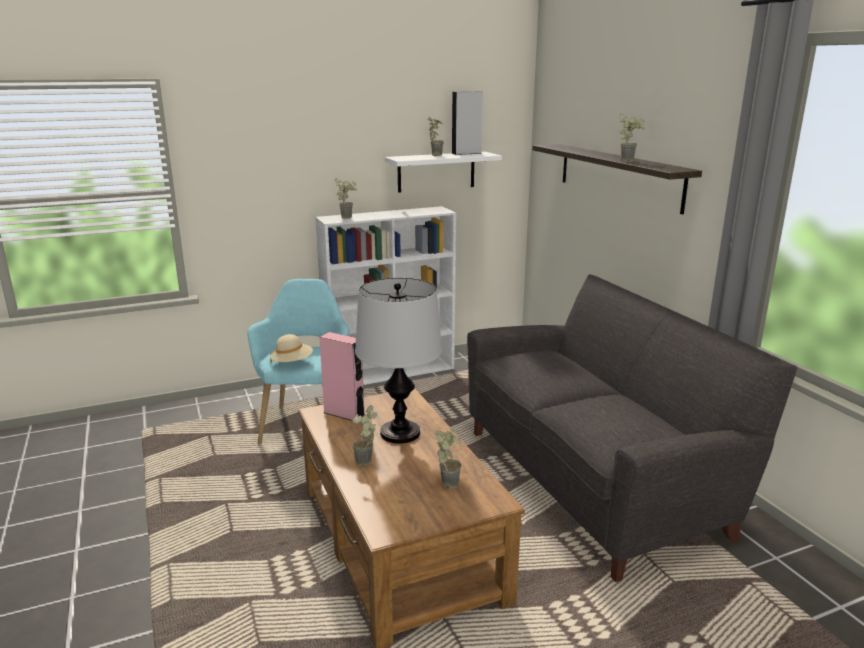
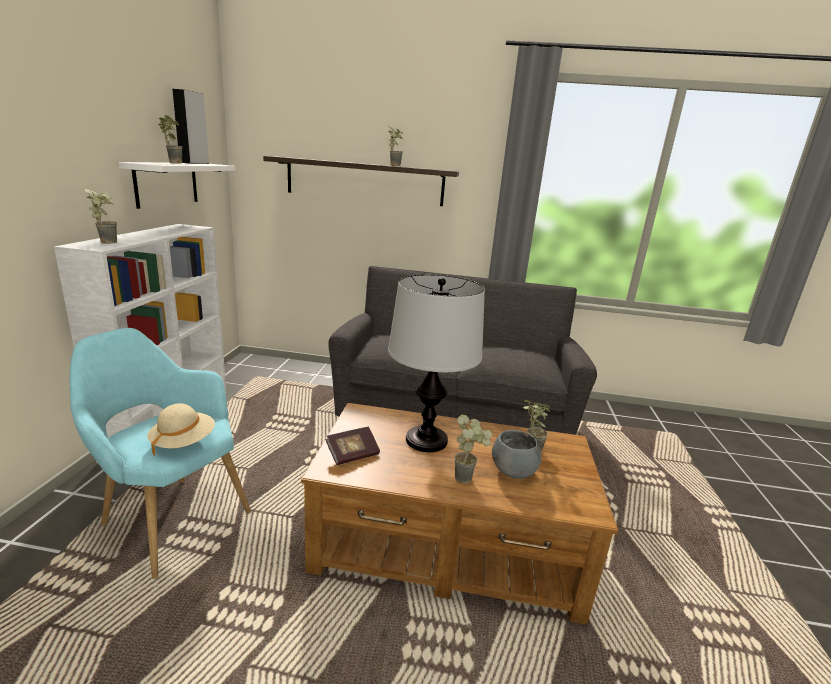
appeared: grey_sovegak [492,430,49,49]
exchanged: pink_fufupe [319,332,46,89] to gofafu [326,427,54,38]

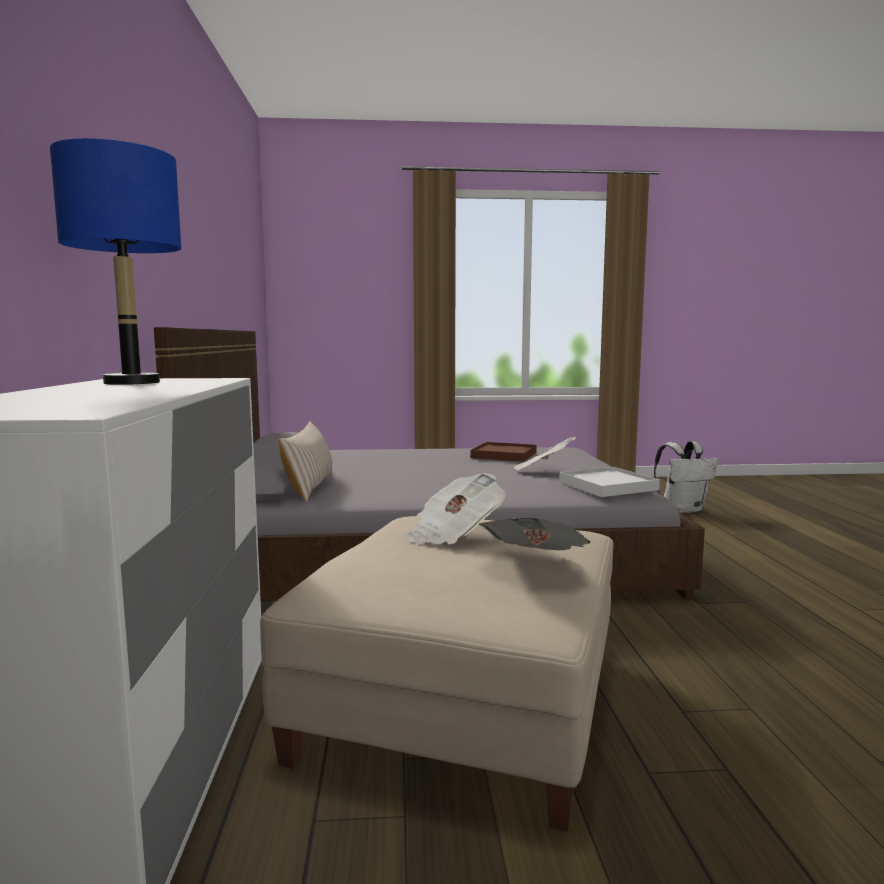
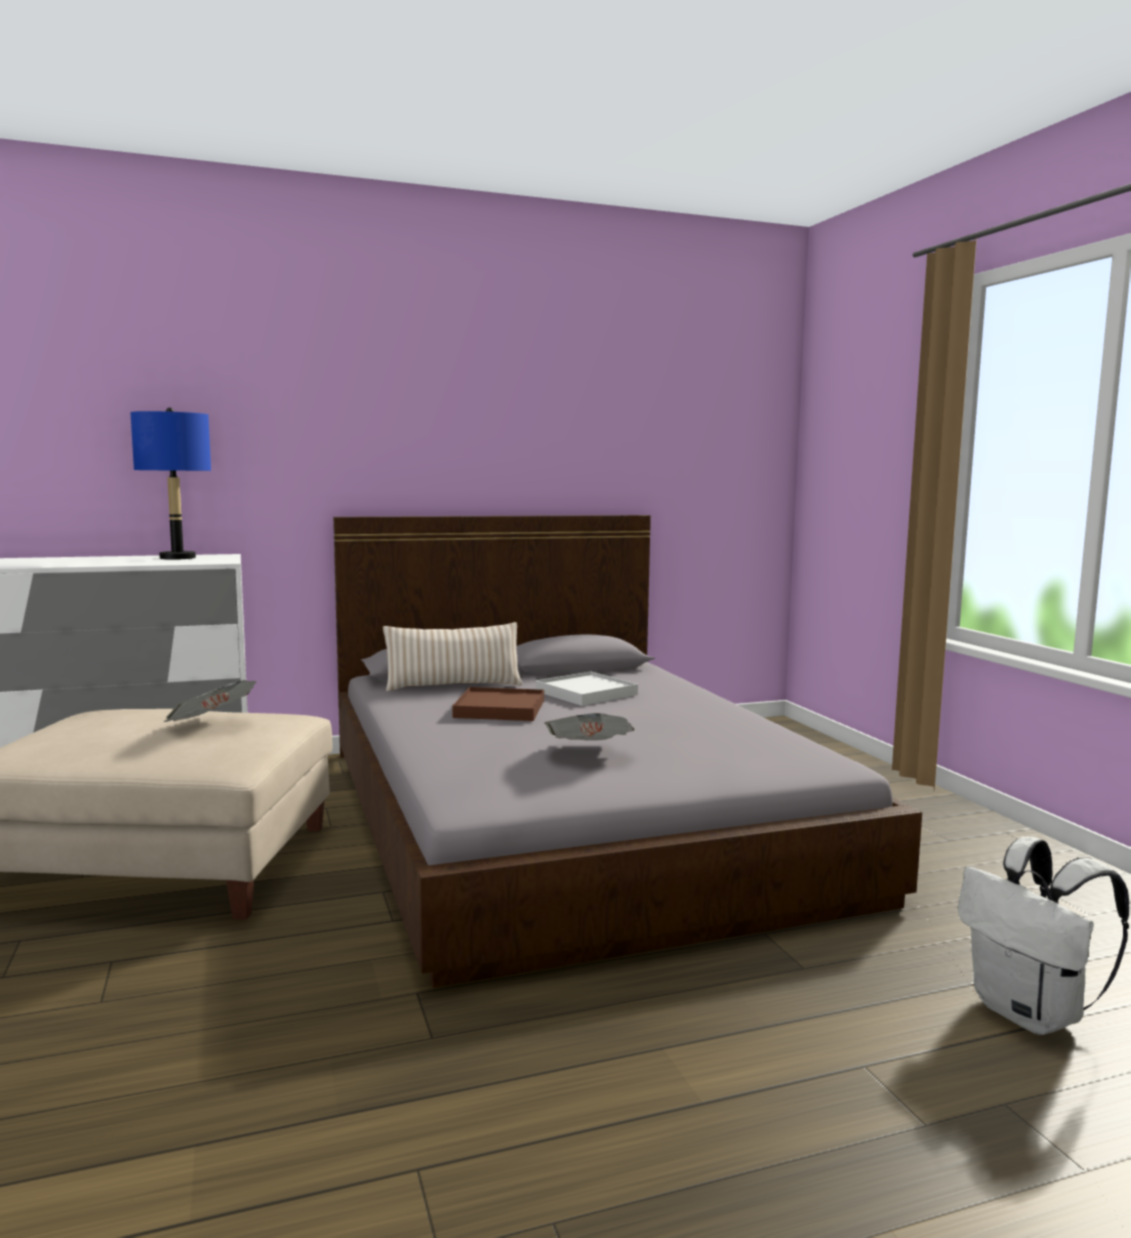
missing: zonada [479,518,111,32]
relocated: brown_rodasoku [470,442,67,20] to [453,687,91,34]; white_rodasoku [559,467,101,30] to [536,671,102,35]

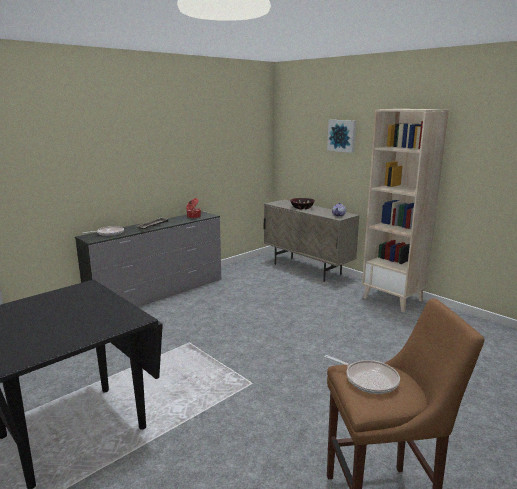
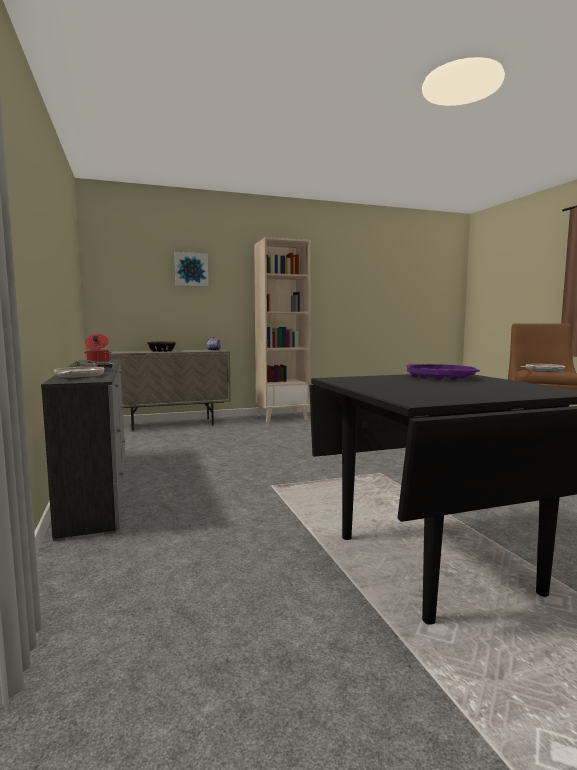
appeared: purple_rodasoku [407,364,72,16]

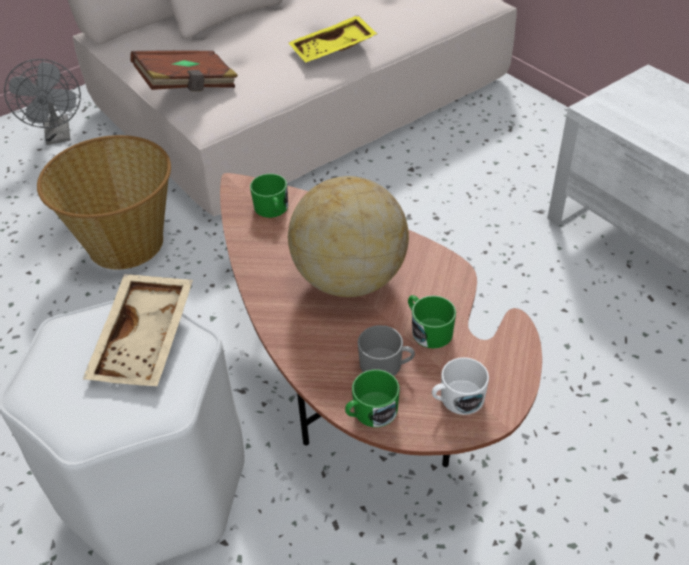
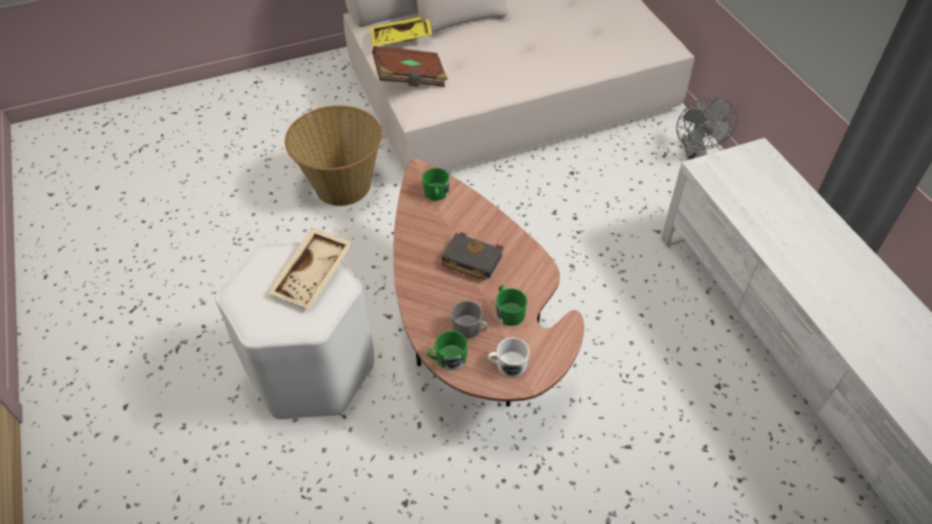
relocated: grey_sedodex [4,59,77,86] to [676,97,62,63]; yellow_rodasoku [288,15,89,47] to [371,17,61,29]
exchanged: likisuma [288,176,121,121] to black_gofafu [441,232,62,48]

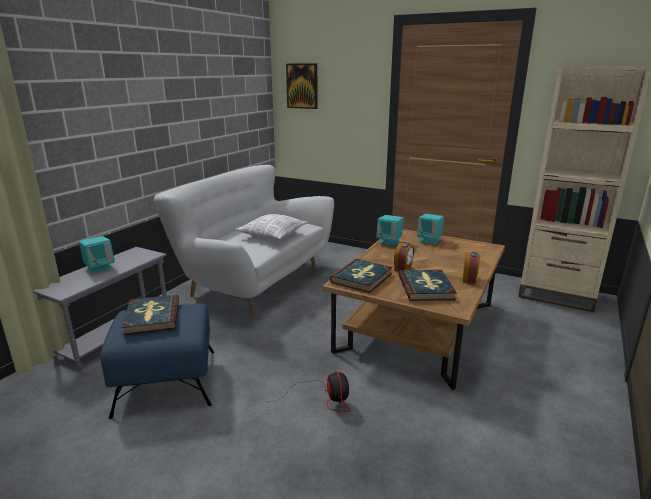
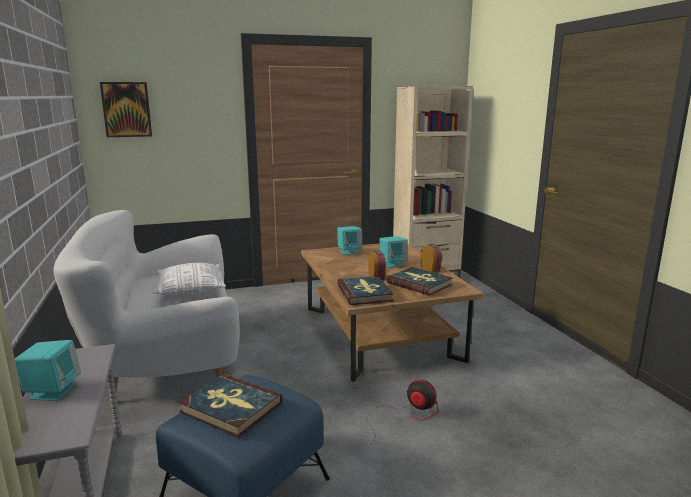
relocated: turquoise_fufupe [377,215,27,31] to [380,236,28,32]

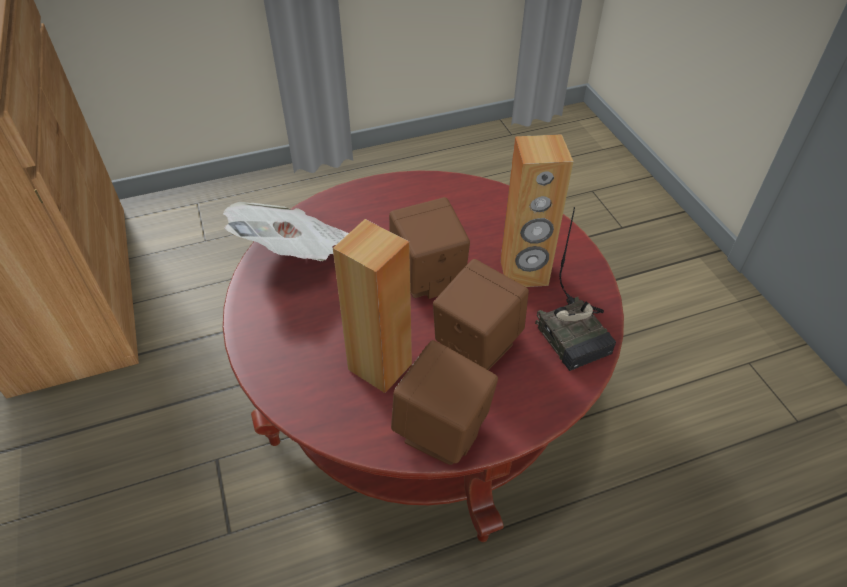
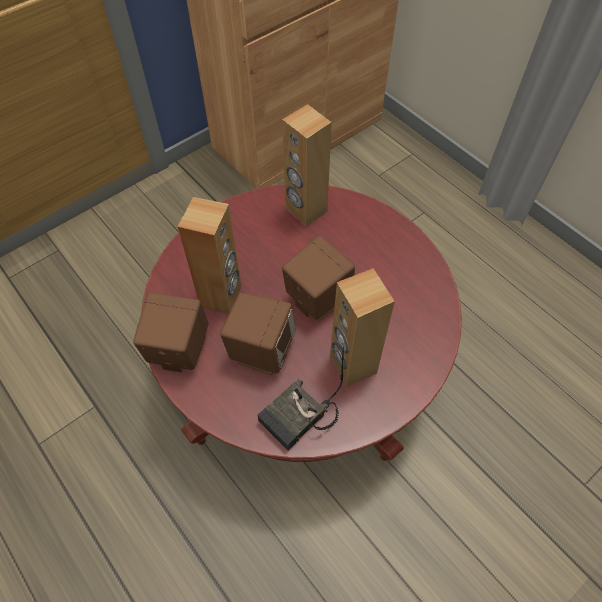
exchanged: zonada [223,202,126,59] to brown_fufupe [282,104,50,122]

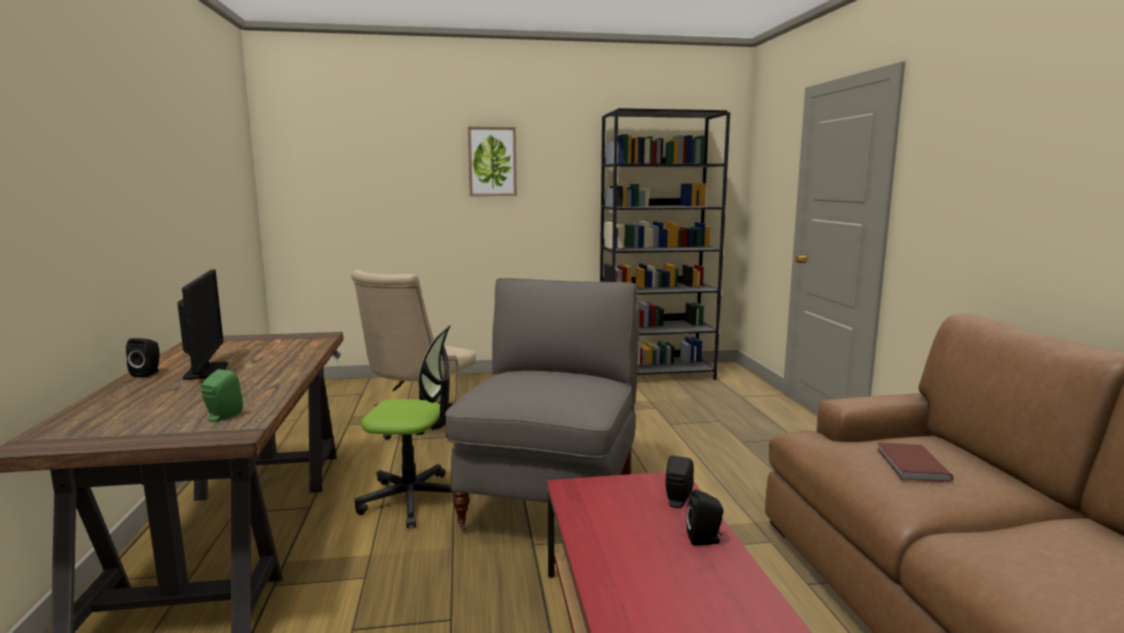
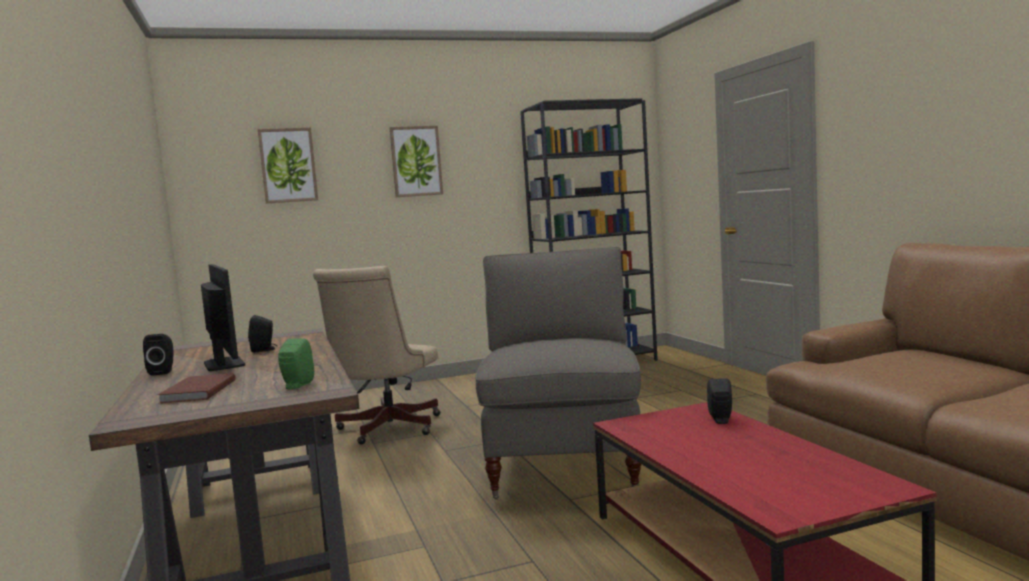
missing: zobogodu [355,325,114,203]
appeared: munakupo [258,128,60,76]
relocated: black_fufupe [686,489,37,56] to [248,315,29,38]; brown_gofafu [877,442,76,40] to [158,373,77,30]

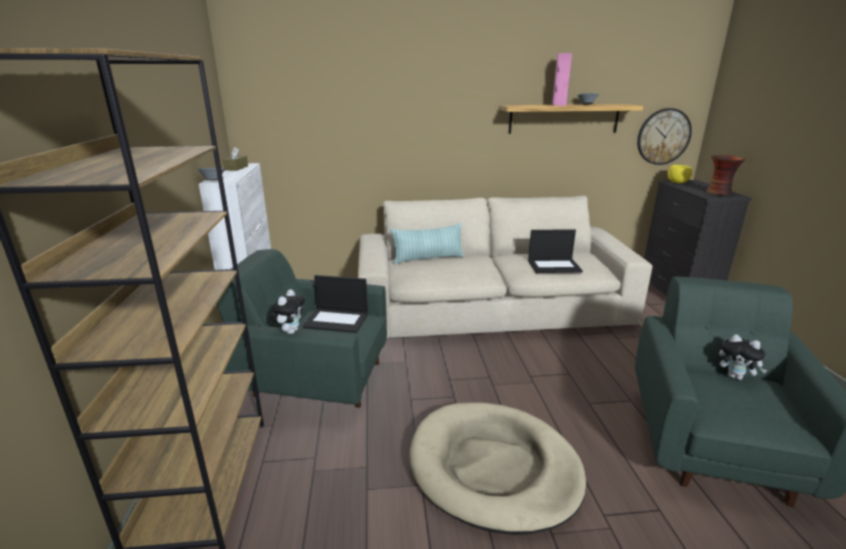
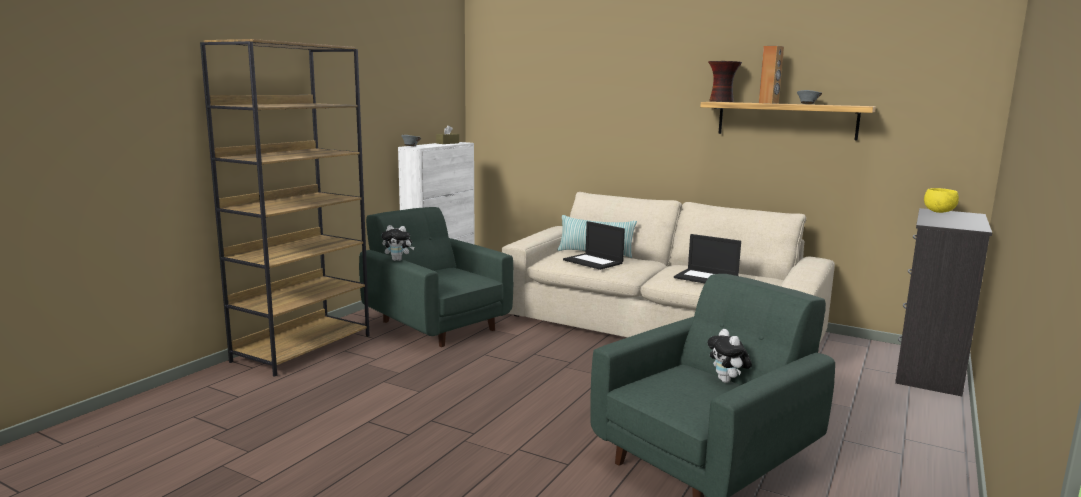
missing: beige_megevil [409,402,177,133]; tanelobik [637,108,55,57]
relocated: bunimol [303,275,65,58] to [563,221,62,49]; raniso [706,155,40,40] to [708,61,34,41]
colour: pink_fufupe [552,53,20,53] to brown_fufupe [759,46,25,58]
spun: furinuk [271,289,34,45] = [381,225,33,36] 45 degrees clockwise

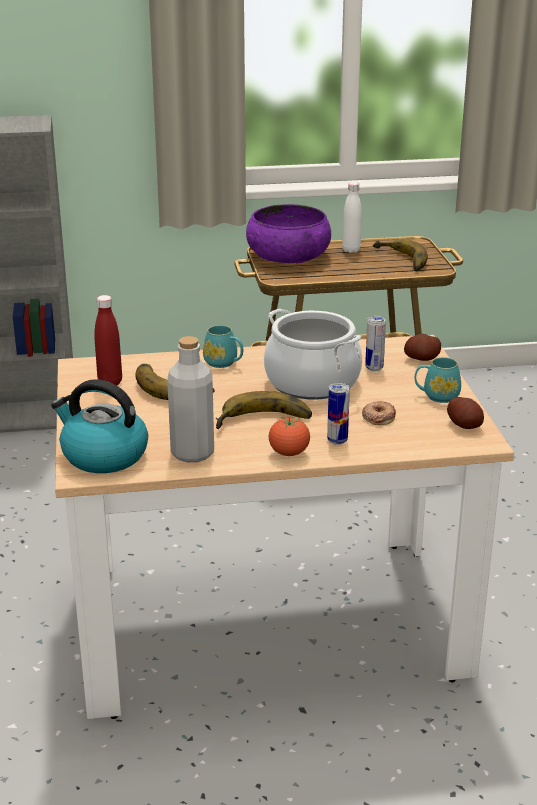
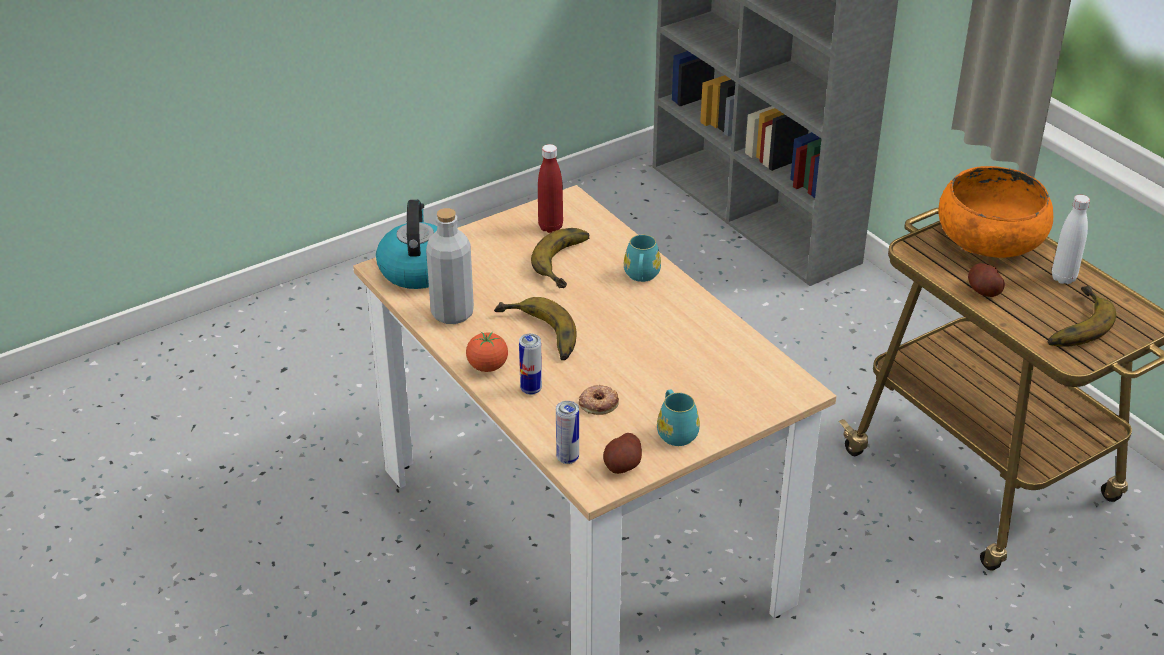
missing: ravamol [264,309,98,91]
relocated: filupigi [365,316,21,55] to [556,401,23,63]; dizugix [404,334,37,27] to [968,263,37,34]
colour: purple_sovegak [246,204,85,60] to orange_sovegak [938,166,115,92]

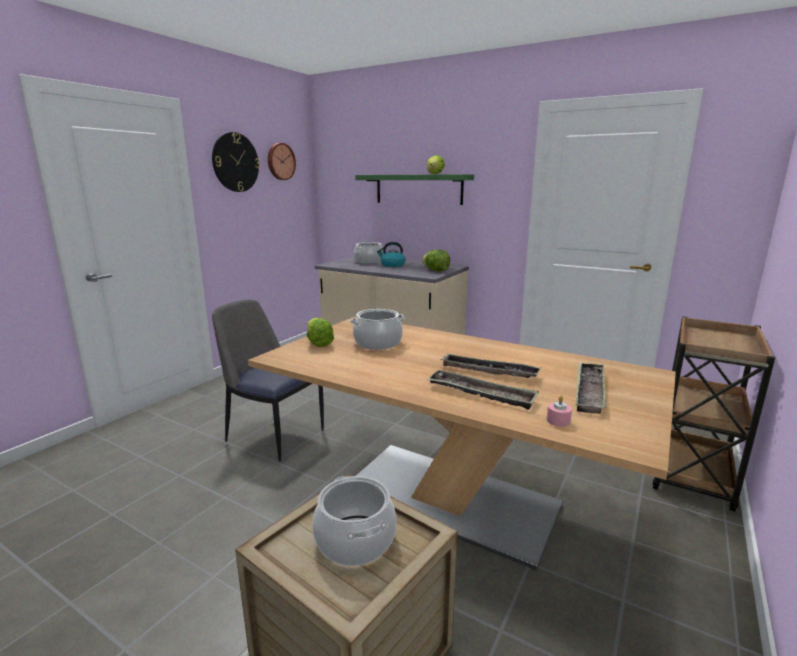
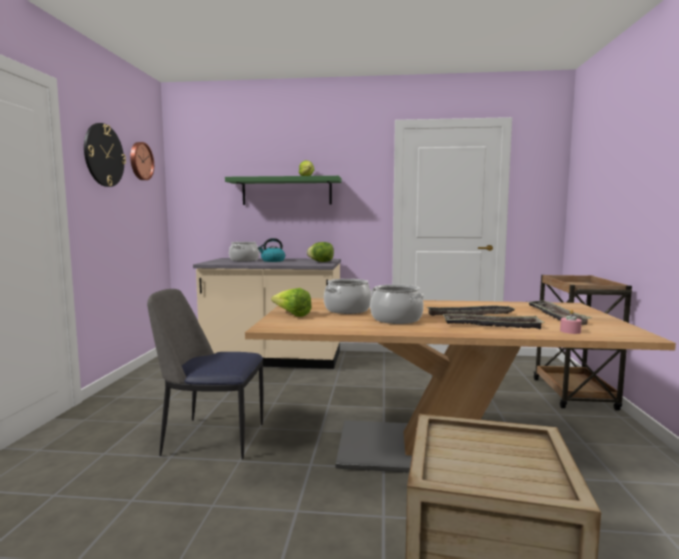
relocated: ravamol [313,476,84,90] to [370,284,54,40]

